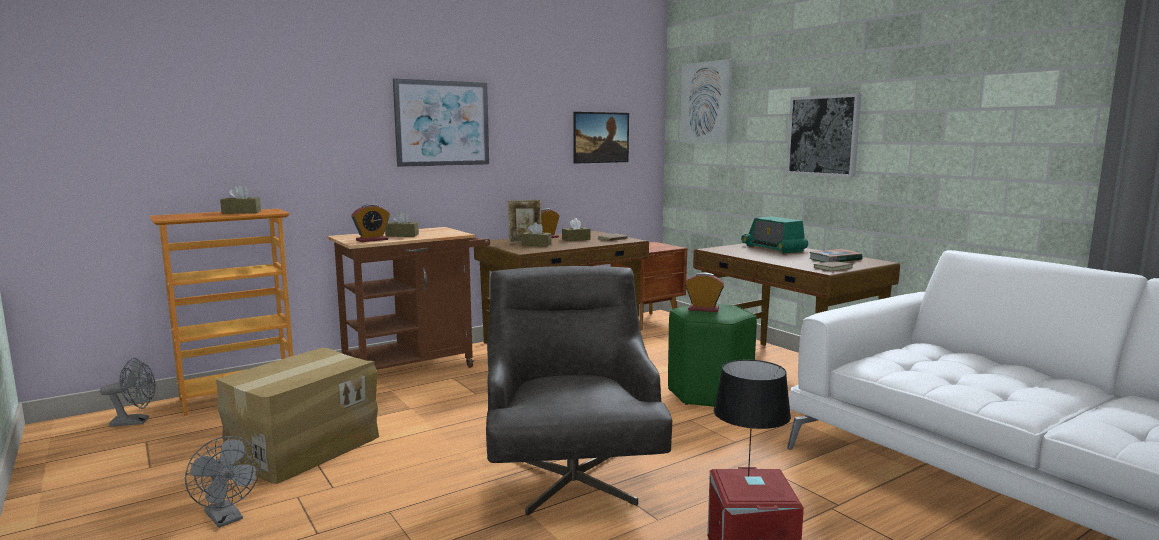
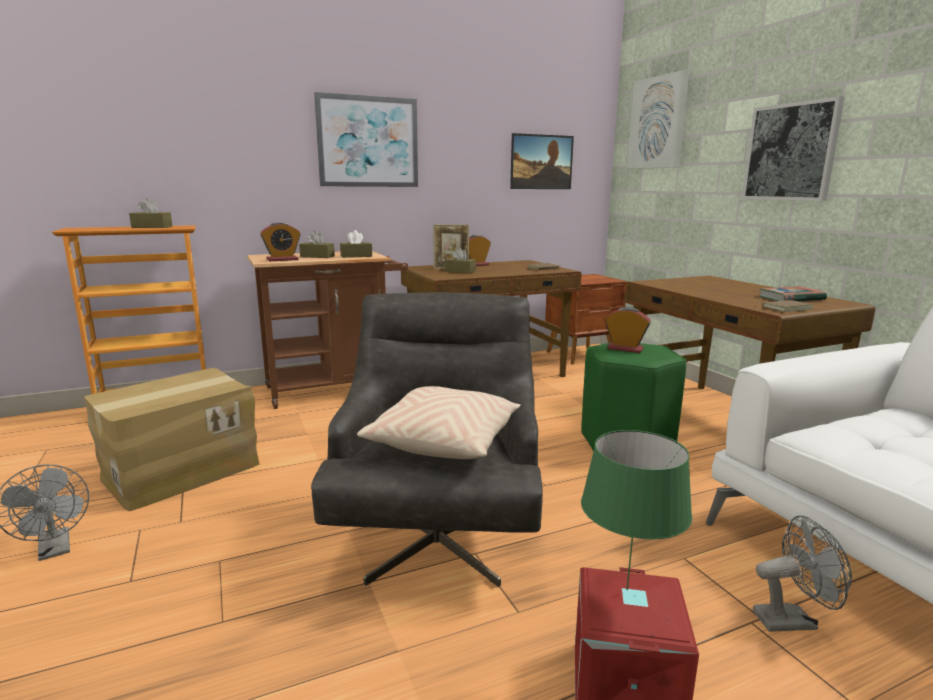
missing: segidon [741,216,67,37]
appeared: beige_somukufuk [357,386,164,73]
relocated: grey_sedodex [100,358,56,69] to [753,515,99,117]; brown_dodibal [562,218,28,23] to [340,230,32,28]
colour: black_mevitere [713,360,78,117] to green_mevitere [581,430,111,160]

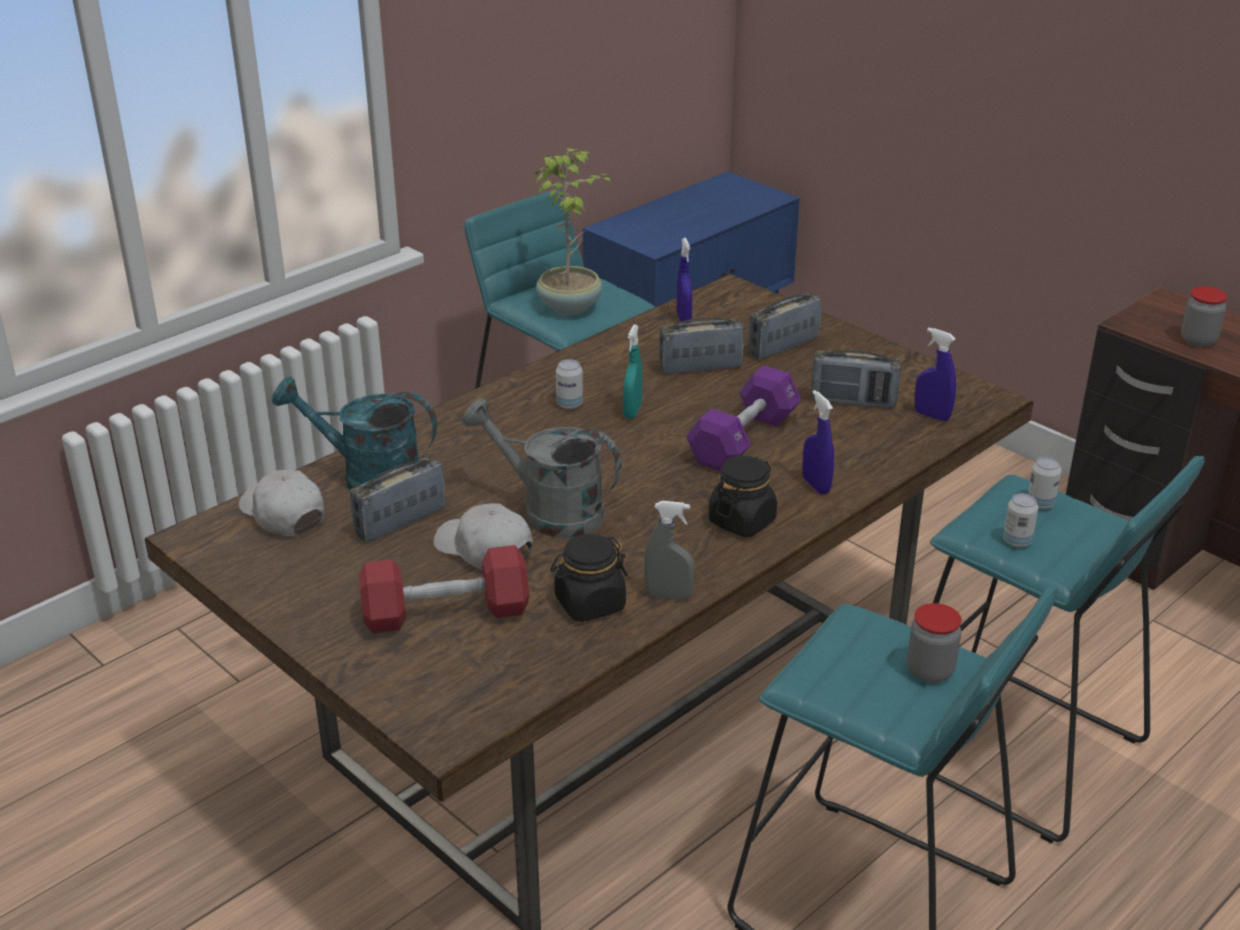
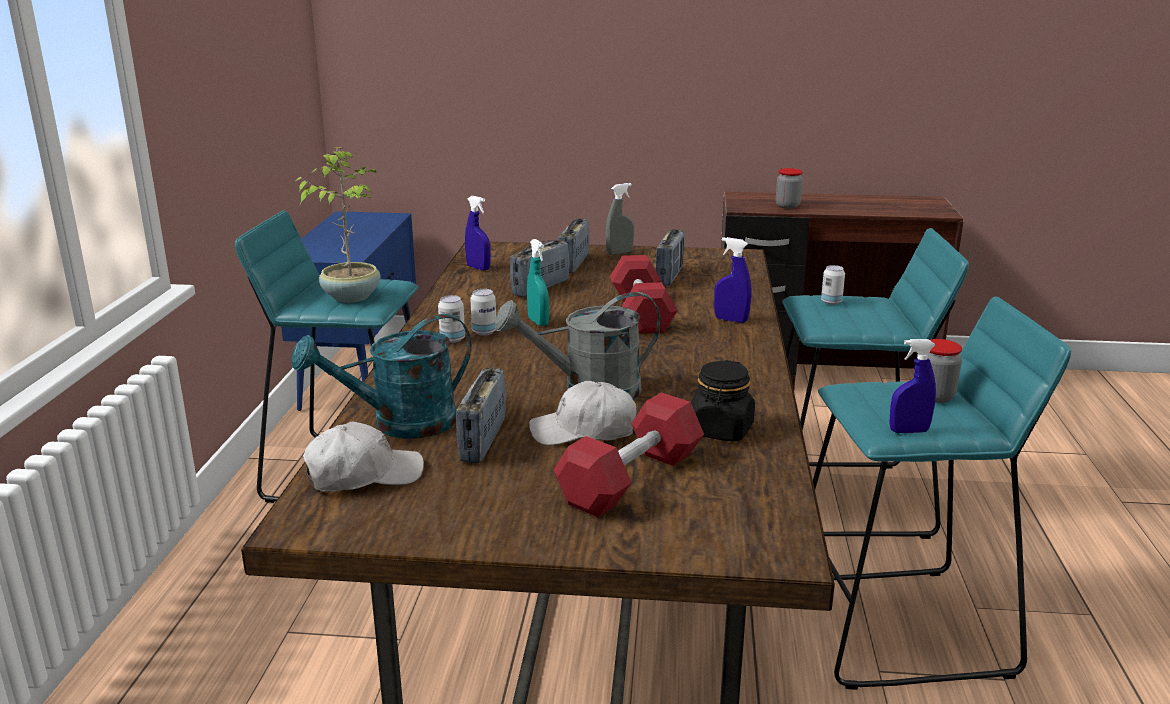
missing: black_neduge [709,456,68,81]
relocated: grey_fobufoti [644,501,51,99] to [606,183,28,72]; blue_fobufoti [915,328,41,93] to [889,339,47,94]; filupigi [1003,493,35,54] to [438,295,27,48]
colour: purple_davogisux [686,365,115,106] to red_davogisux [610,255,68,79]
spun: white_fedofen [239,470,86,67] = [303,421,121,71] 150 degrees clockwise; segidon [811,350,90,58] = [655,229,30,57] 45 degrees counterclockwise

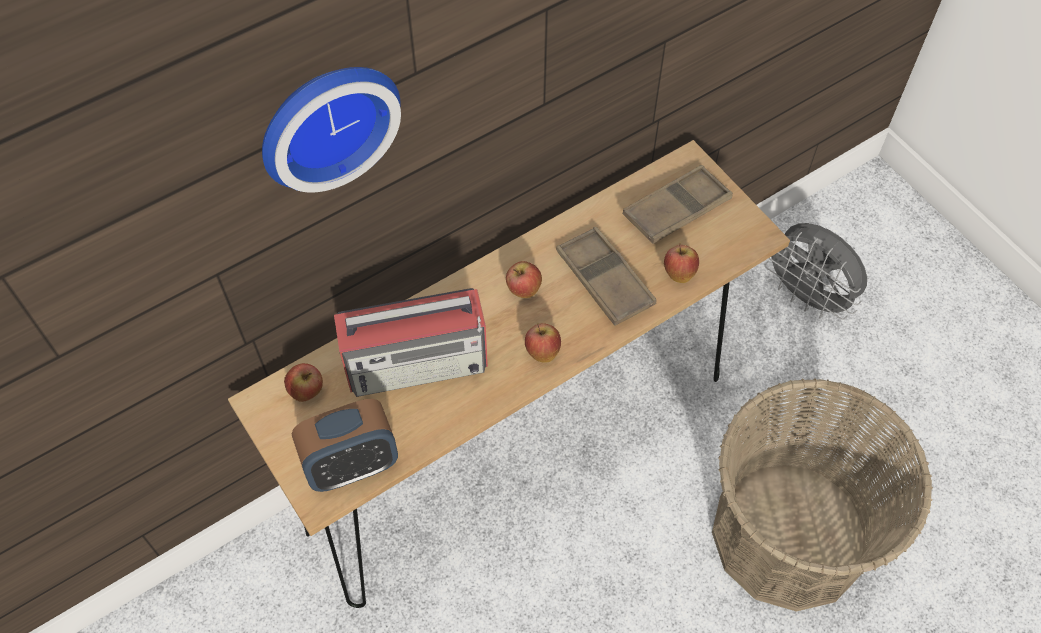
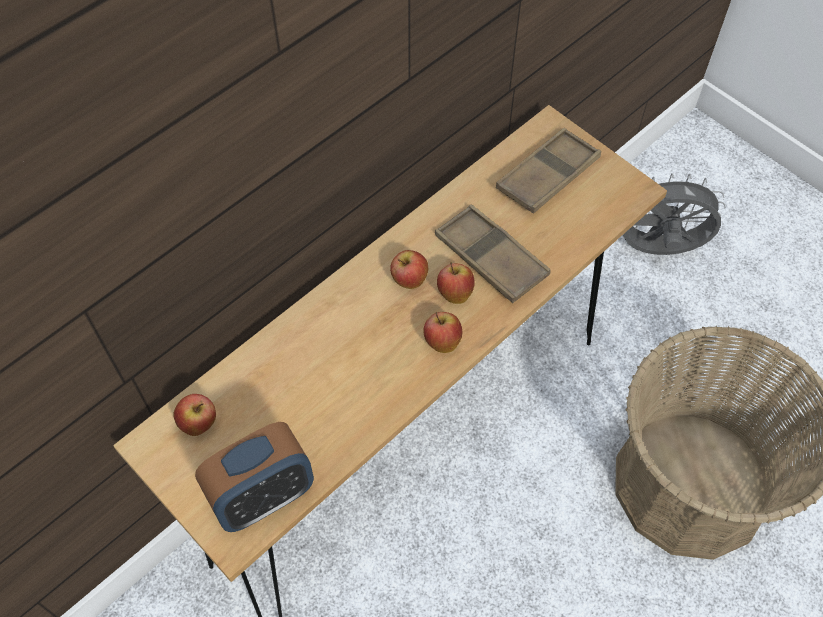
missing: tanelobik [262,67,139,126]; segidon [334,288,154,109]
relocated: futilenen [664,243,35,40] to [437,262,38,42]
spun: grey_sedodex [765,223,102,97] = [623,173,103,82] 150 degrees clockwise

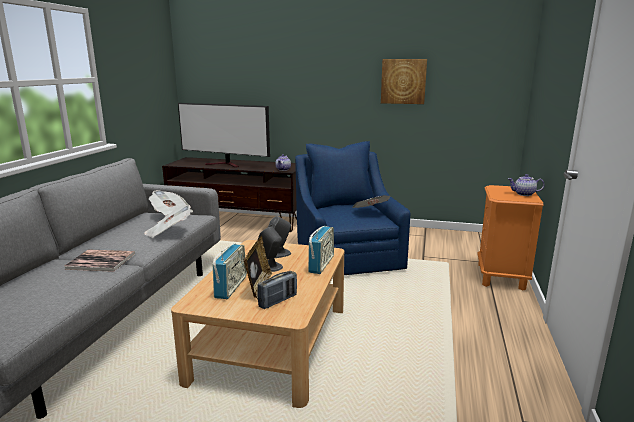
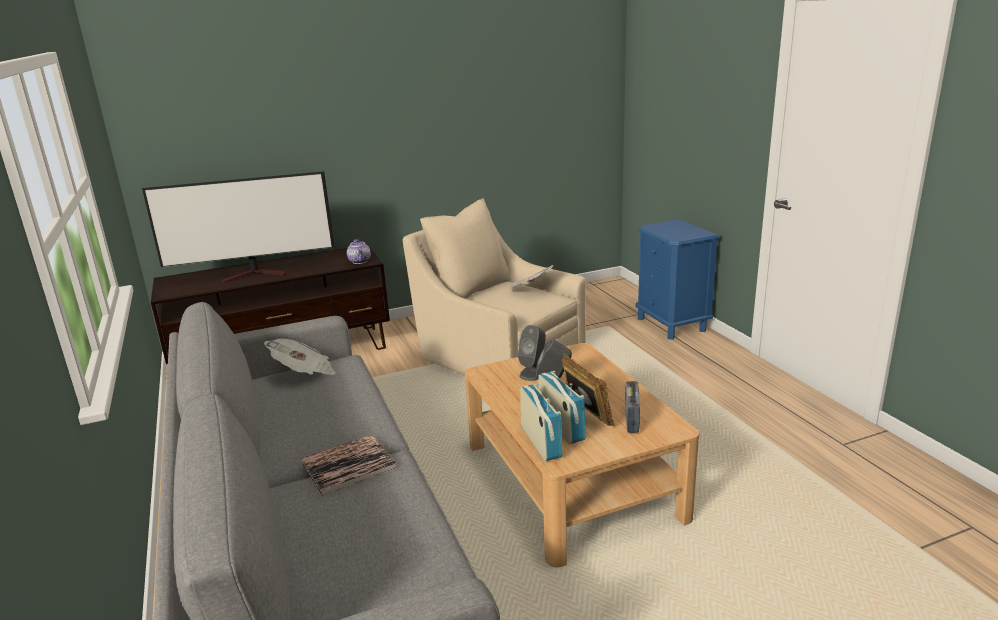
missing: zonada [144,205,47,33]; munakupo [381,59,46,45]; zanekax [508,174,37,22]
relocated: segidon [308,226,26,48] to [520,384,43,77]
colour: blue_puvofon [295,141,115,134] to beige_puvofon [402,198,184,177]; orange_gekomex [477,185,66,106] to blue_gekomex [635,219,84,121]

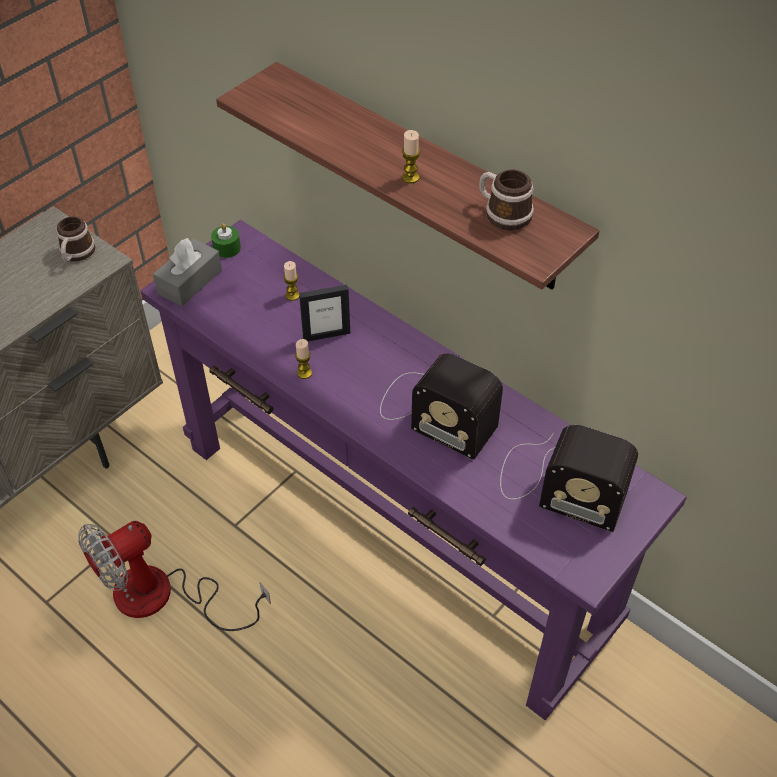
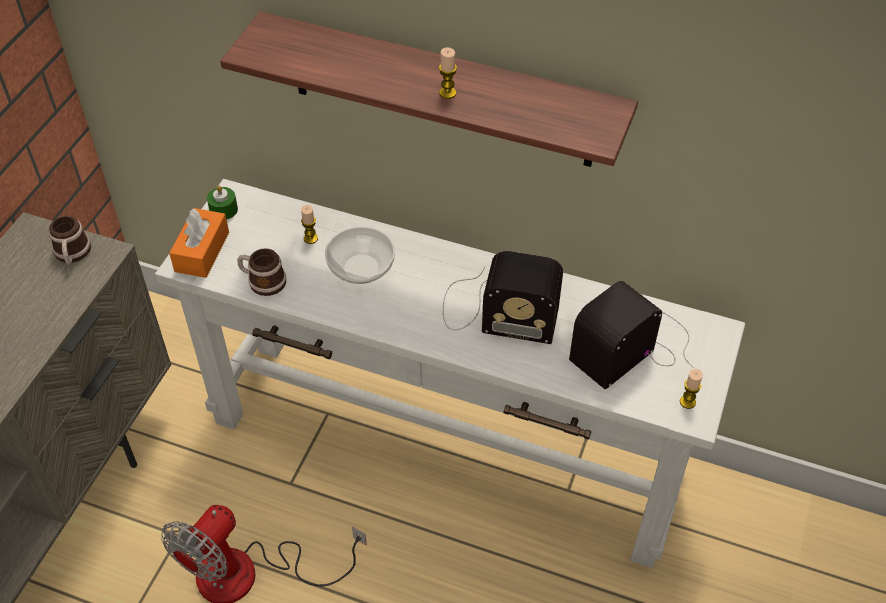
relocated: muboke [295,339,17,40] to [680,369,23,40]; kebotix [479,169,55,61] to [237,248,49,48]
exchanged: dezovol [299,285,51,56] to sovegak [325,226,70,58]
colour: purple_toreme [140,220,547,500] to white_toreme [155,179,591,389]; grey_dodibal [153,238,69,68] to orange_dodibal [169,208,60,70]
spun: segidon [500,424,138,108] = [569,281,124,108] 135 degrees clockwise

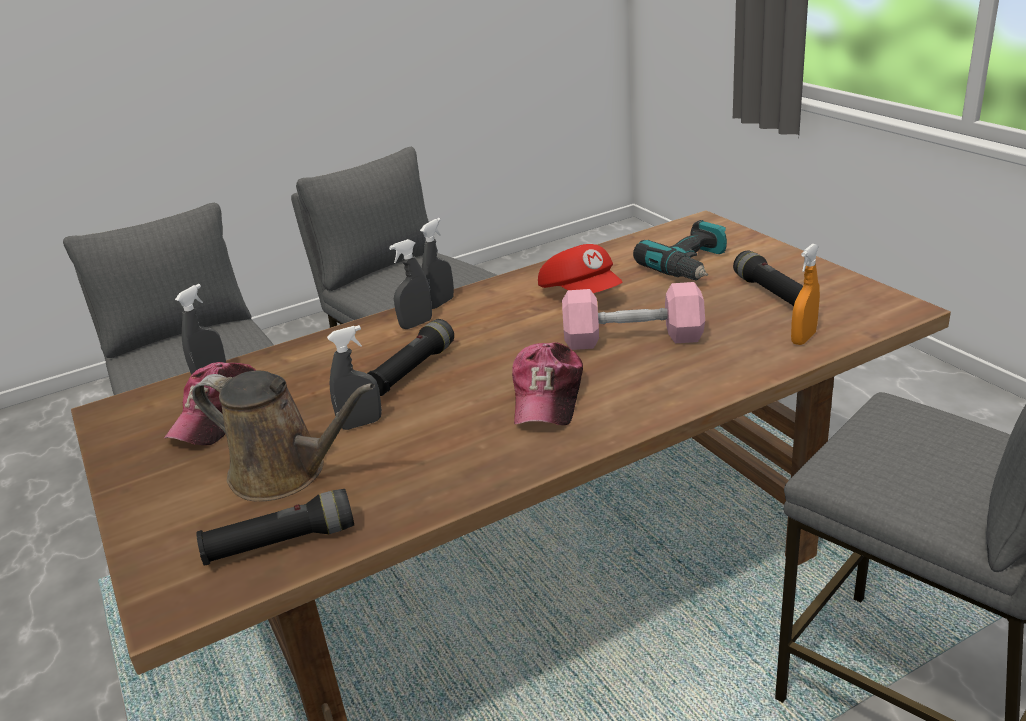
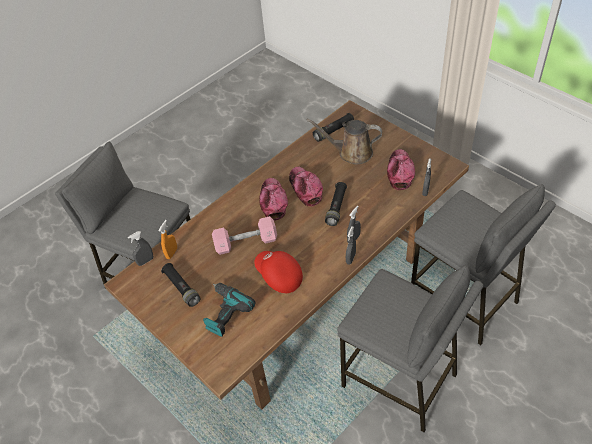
appeared: fedofen [289,167,34,40]
relocated: grey_fobufoti [327,325,55,105] to [128,231,25,35]

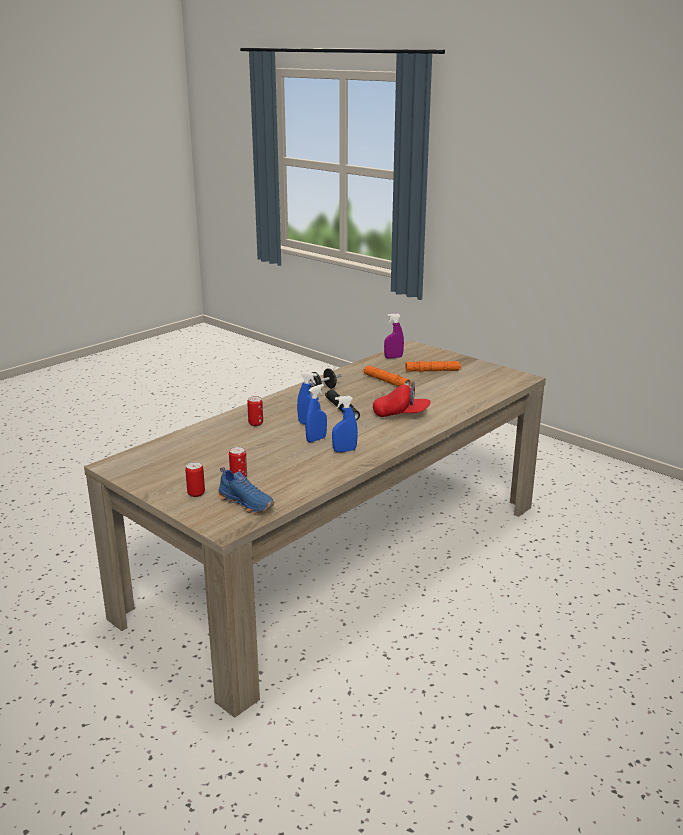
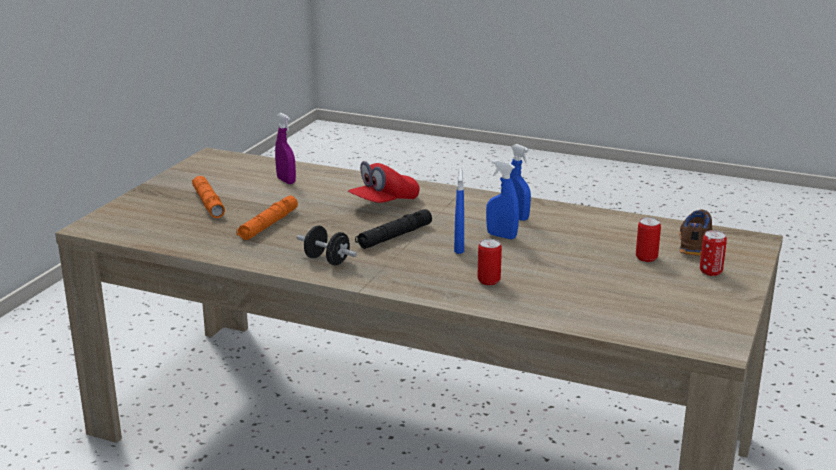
relocated: purple_fobufoti [384,313,20,45] to [275,113,21,71]
colour: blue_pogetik [218,467,56,46] to brown_pogetik [679,210,33,46]
spun: red_fedofen [373,382,58,35] = [348,161,71,42] 120 degrees counterclockwise

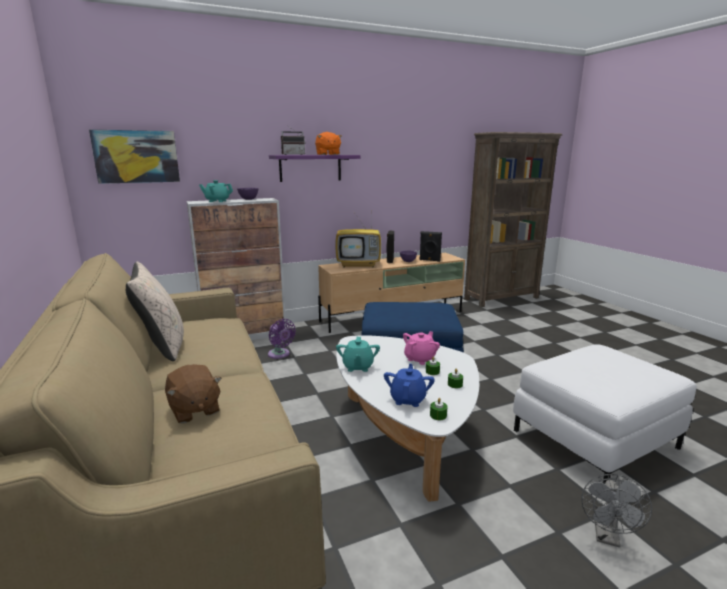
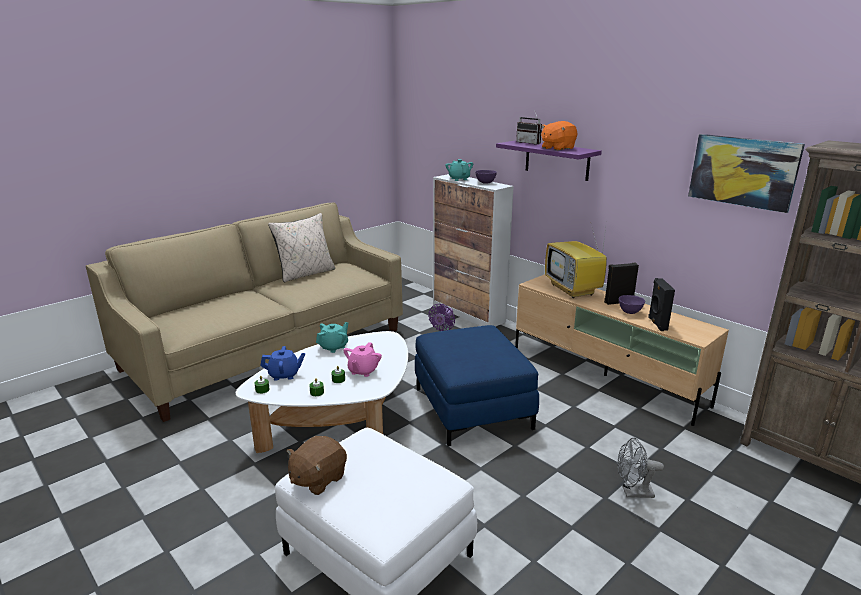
relocated: munakupo [89,130,91,54] to [688,134,117,79]; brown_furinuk [165,364,57,59] to [287,436,60,59]; grey_sedodex [581,474,71,73] to [618,438,46,60]
spun: turquoise_zanekax [336,337,44,35] = [316,322,32,31] 150 degrees clockwise; pink_zanekax [403,331,37,34] = [343,342,39,35] 90 degrees clockwise

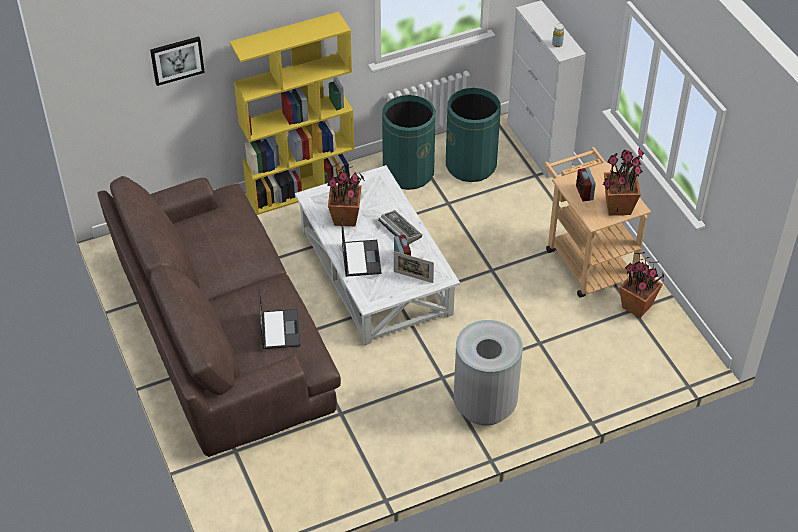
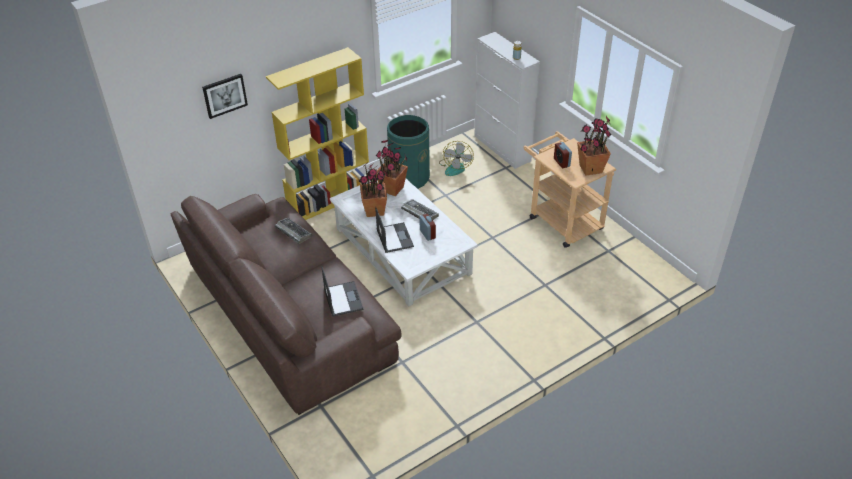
missing: dezovol [394,251,40,32]; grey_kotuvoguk [454,320,69,106]
appeared: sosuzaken [275,218,37,26]
relocated: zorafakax [619,252,45,66] to [376,140,32,56]
exchanged: green_kotuvoguk [446,88,55,94] to sedodex [439,141,35,35]

